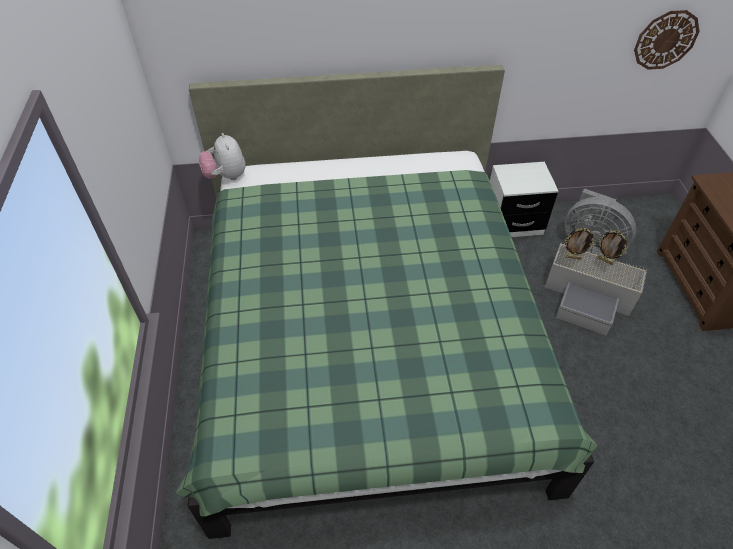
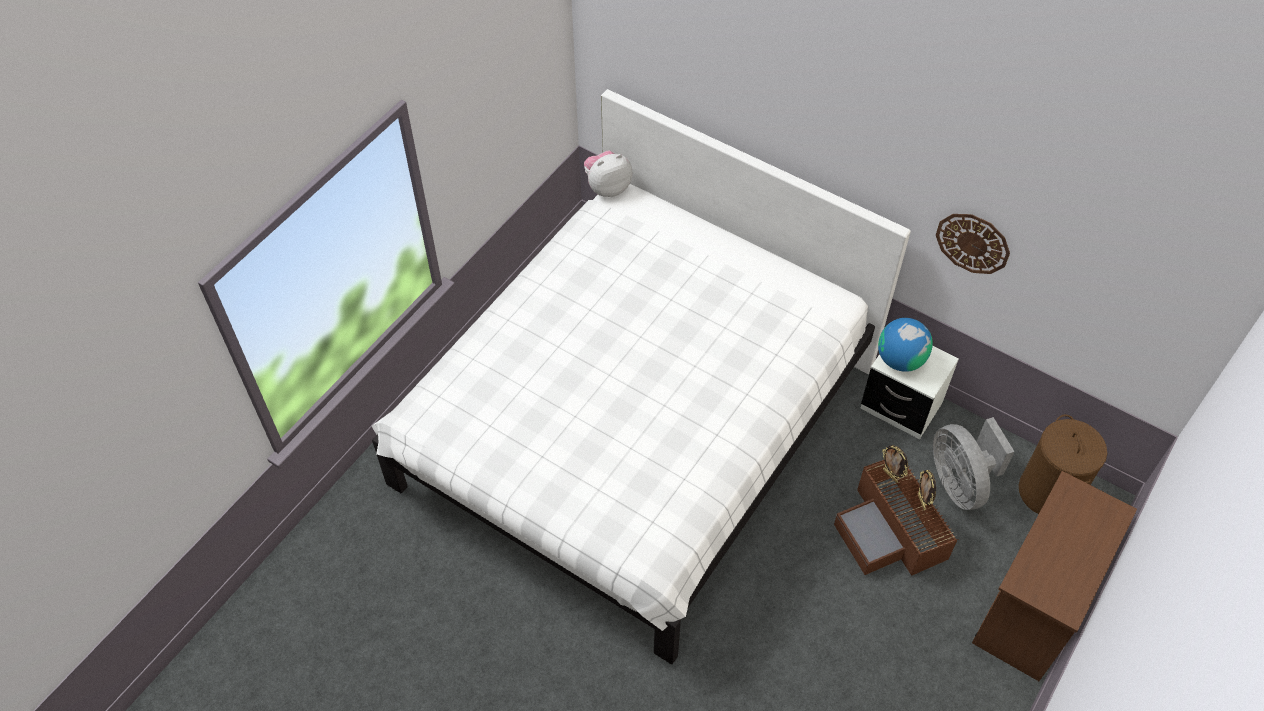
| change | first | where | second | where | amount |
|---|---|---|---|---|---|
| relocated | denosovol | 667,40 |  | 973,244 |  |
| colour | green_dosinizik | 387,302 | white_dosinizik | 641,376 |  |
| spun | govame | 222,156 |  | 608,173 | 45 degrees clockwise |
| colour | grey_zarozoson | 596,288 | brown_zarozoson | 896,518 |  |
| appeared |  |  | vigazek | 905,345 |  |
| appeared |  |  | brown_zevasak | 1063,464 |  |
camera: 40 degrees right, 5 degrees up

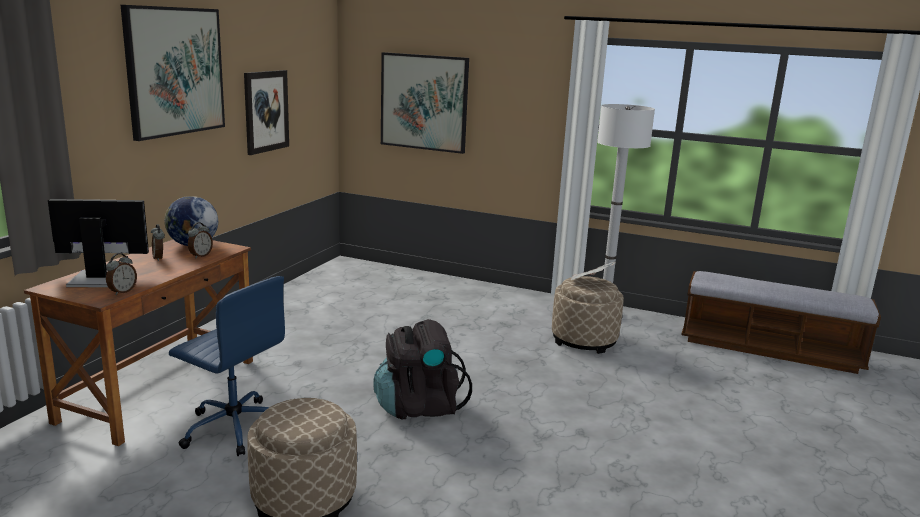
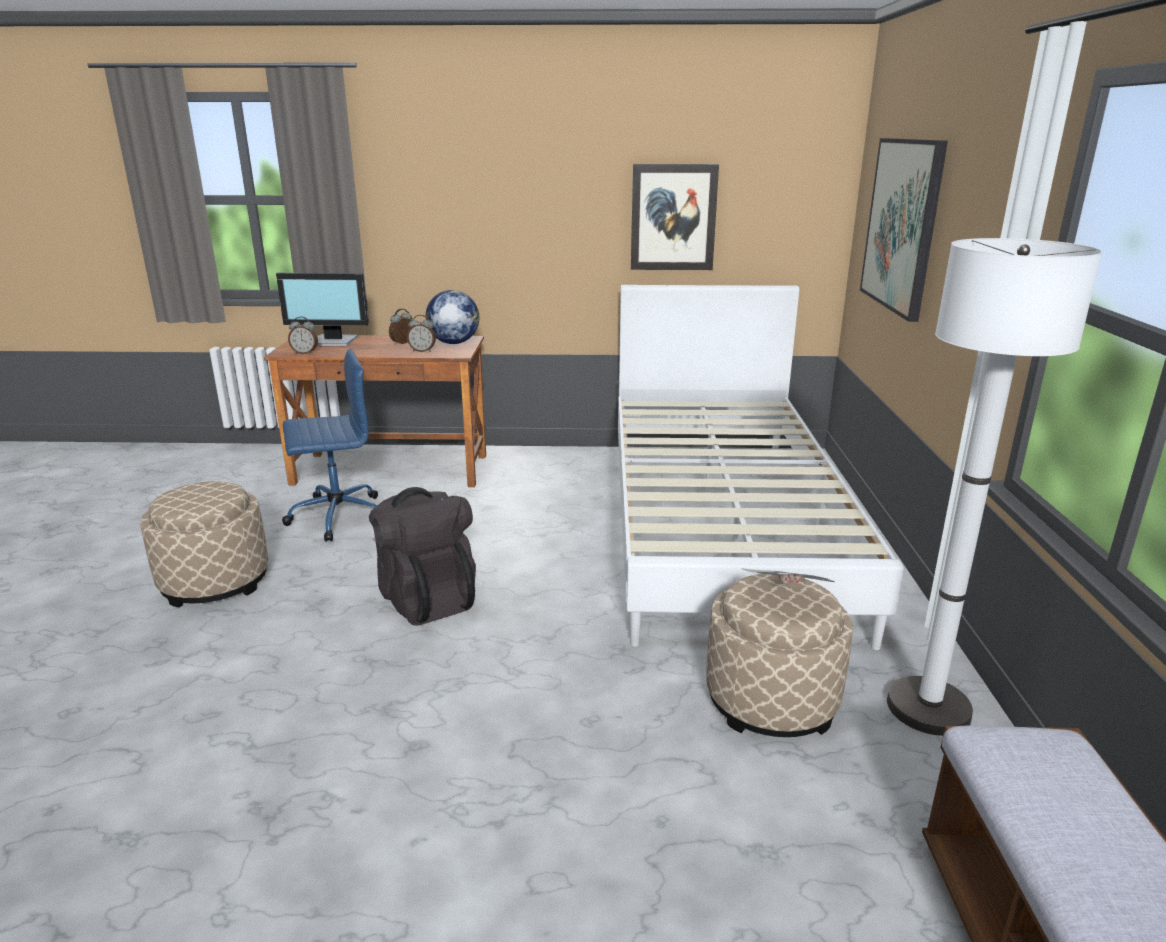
| change | first | where | second | where | amount |
|---|---|---|---|---|---|
| missing | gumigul | 173,73 |  |  |  |
| spun | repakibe | 98,243 |  | 322,309 | 120 degrees clockwise |
| spun | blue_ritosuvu | 227,366 |  | 330,445 | 120 degrees counterclockwise |
| appeared |  |  | white_dosinizik | 761,467 |  |
camera: 70 degrees right, 5 degrees up

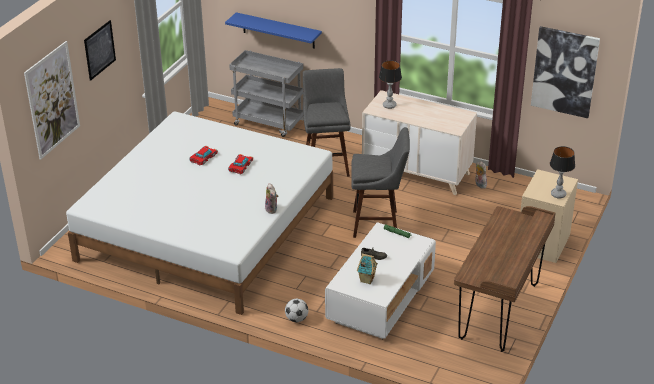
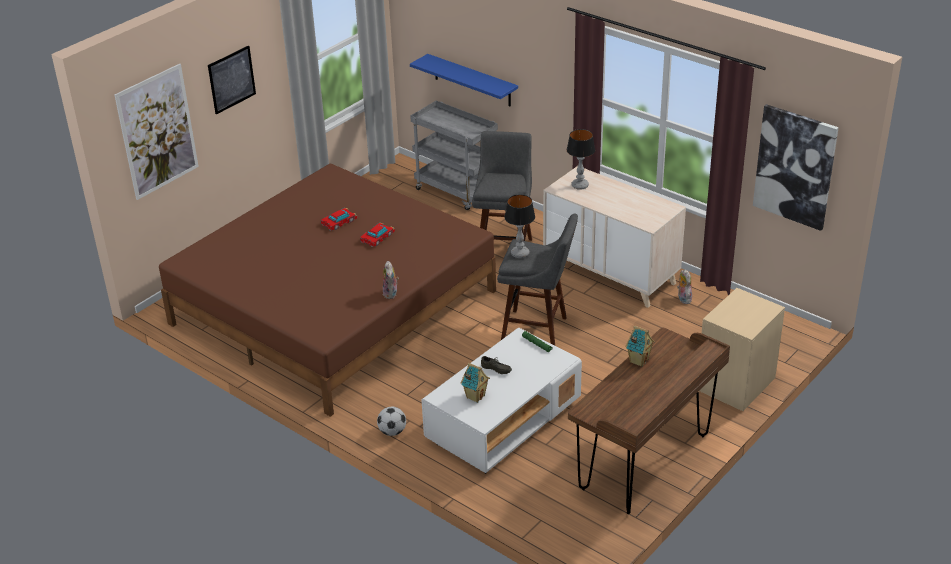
| change | first | where | second | where | amount |
|---|---|---|---|---|---|
| colour | white_dosinizik | 199,213 | brown_dosinizik | 327,290 |  |
| relocated | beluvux | 562,172 |  | 519,226 |  |
| appeared |  |  | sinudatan | 640,346 |  |
camera: 15 degrees right, 0 degrees up

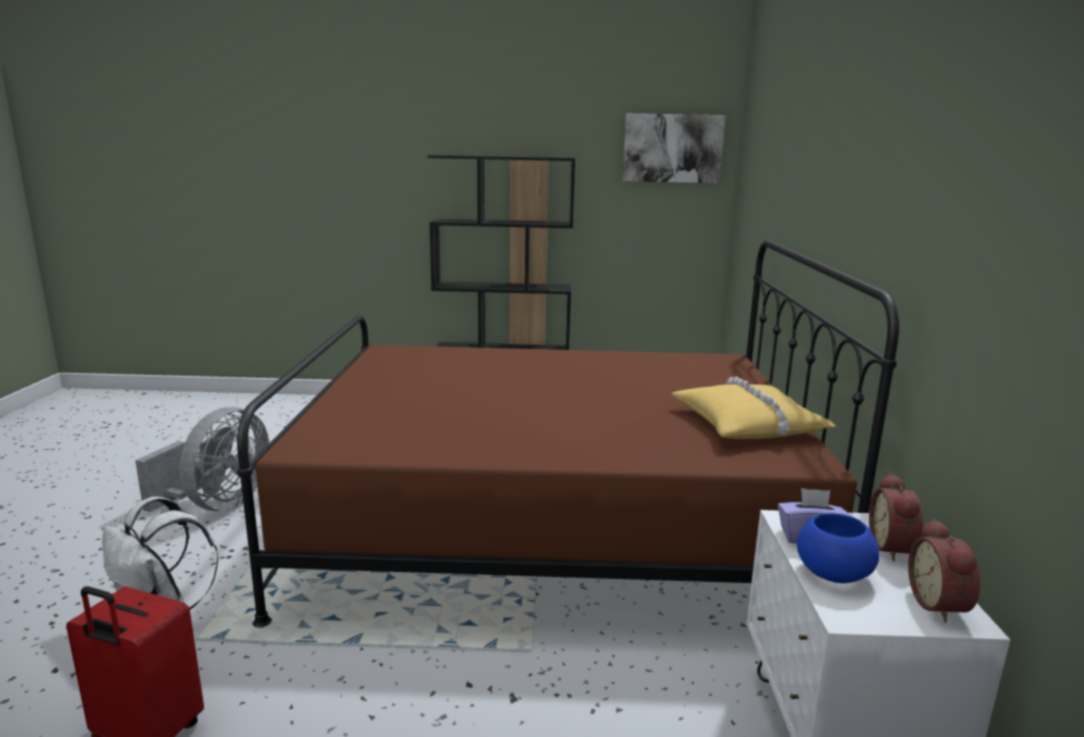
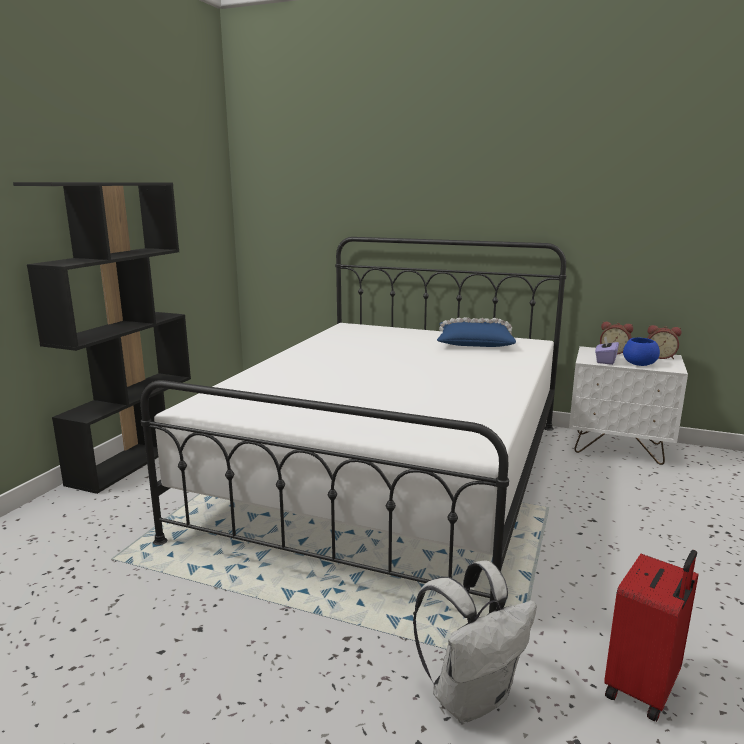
| change | first | where | second | where | amount |
|---|---|---|---|---|---|
| missing | gumigul | 674,148 |  |  |  |
| colour | brown_dosinizik | 568,434 | white_dosinizik | 353,425 |  |
| colour | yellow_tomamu | 754,408 | blue_tomamu | 476,332 |  |
| missing | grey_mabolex | 202,459 |  |  |  |
camera: 70 degrees left, 0 degrees up

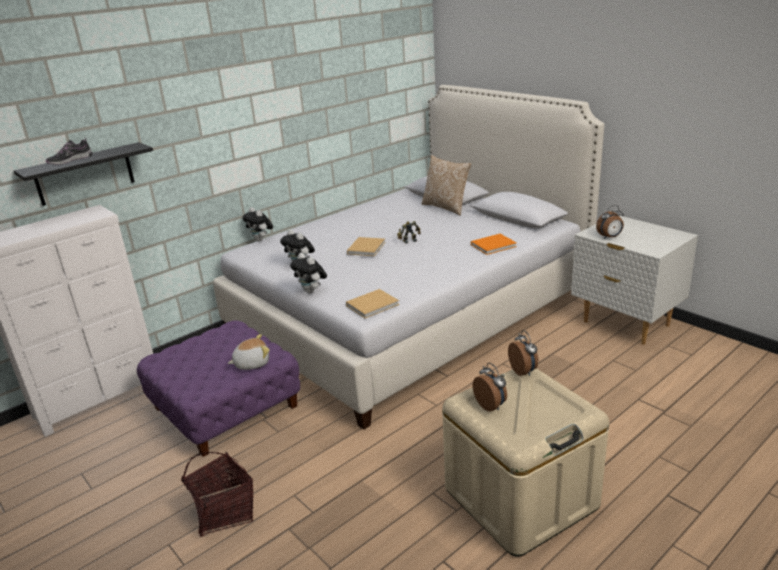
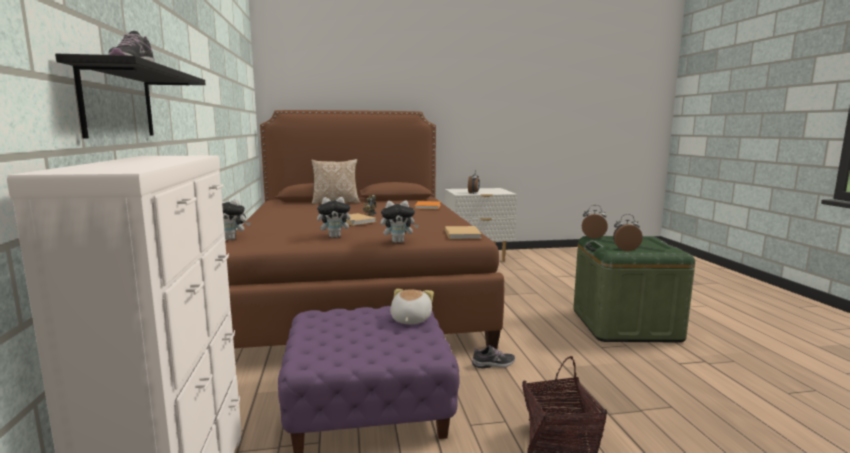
| change | first | where | second | where | amount |
|---|---|---|---|---|---|
| colour | white_dosinizik | 408,257 | brown_dosinizik | 364,229 |  |
| colour | beige_zarozoson | 525,462 | green_zarozoson | 634,289 |  |
| appeared |  |  | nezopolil | 493,357 |  |
camera: 60 degrees left, 15 degrees down

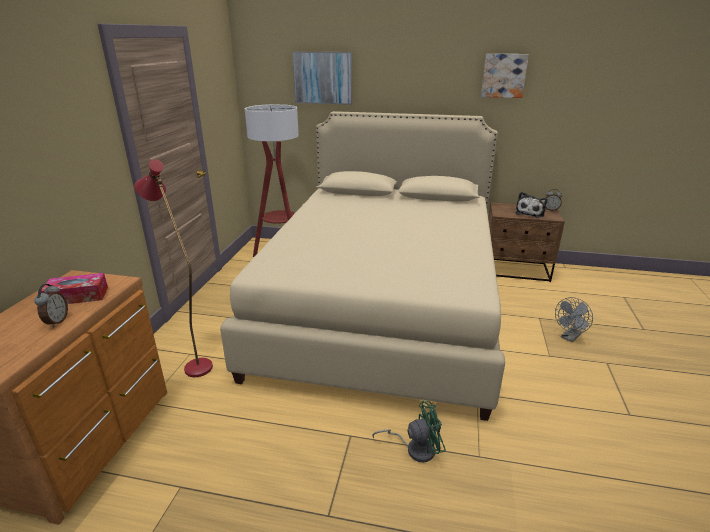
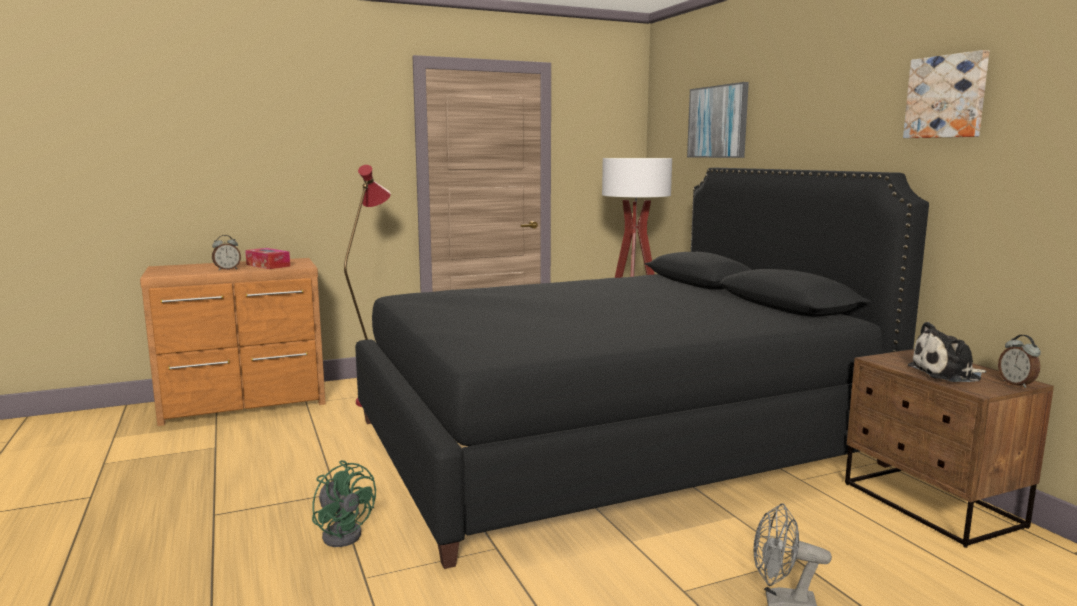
| change | first | where | second | where | amount |
|---|---|---|---|---|---|
| colour | beige_dosinizik | 362,266 | black_dosinizik | 642,368 |  |
camera: 55 degrees right, 15 degrees down

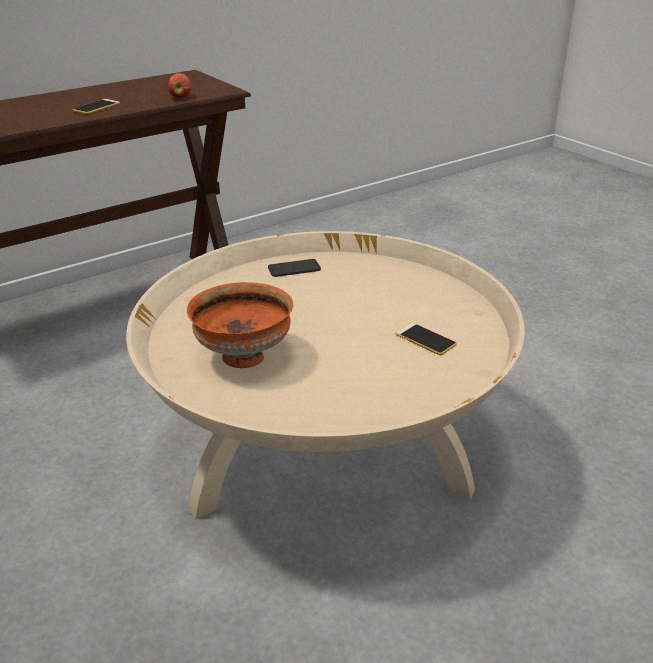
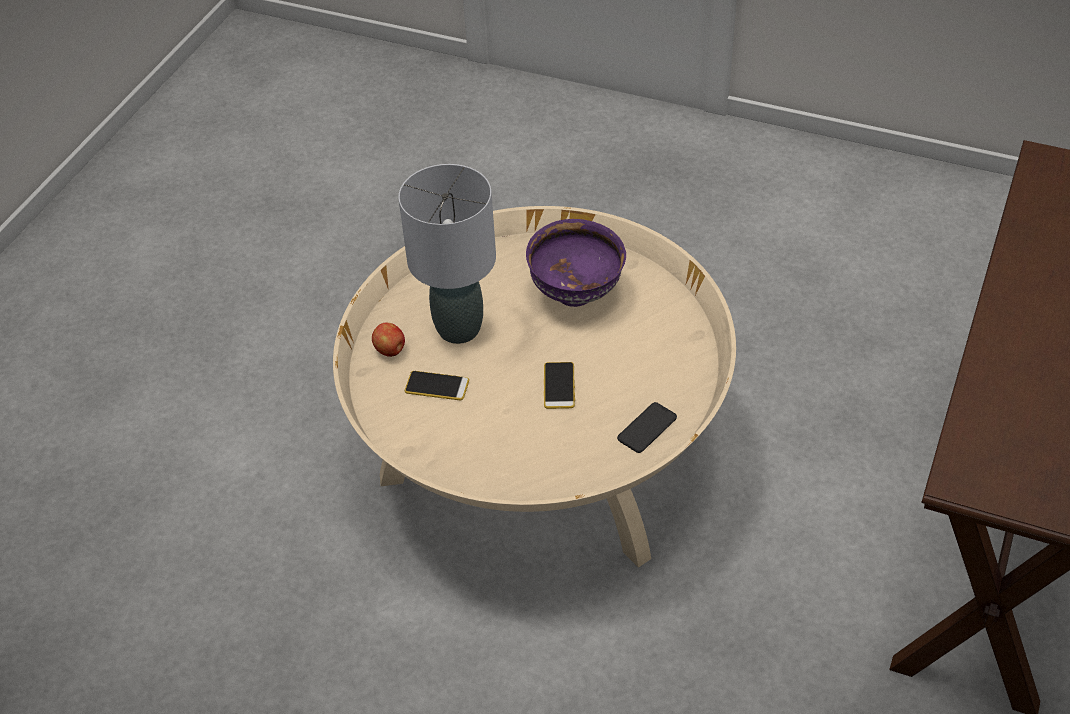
| change | first | where | second | where | amount |
|---|---|---|---|---|---|
| relocated | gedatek | 179,85 |  | 388,340 |  |
| relocated | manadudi | 96,106 |  | 559,385 |  |
| colour | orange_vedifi | 240,325 | purple_vedifi | 576,263 |  |
| appeared |  |  | grey_beluvux | 447,254 |  |
camera: 150 degrees right, 15 degrees up

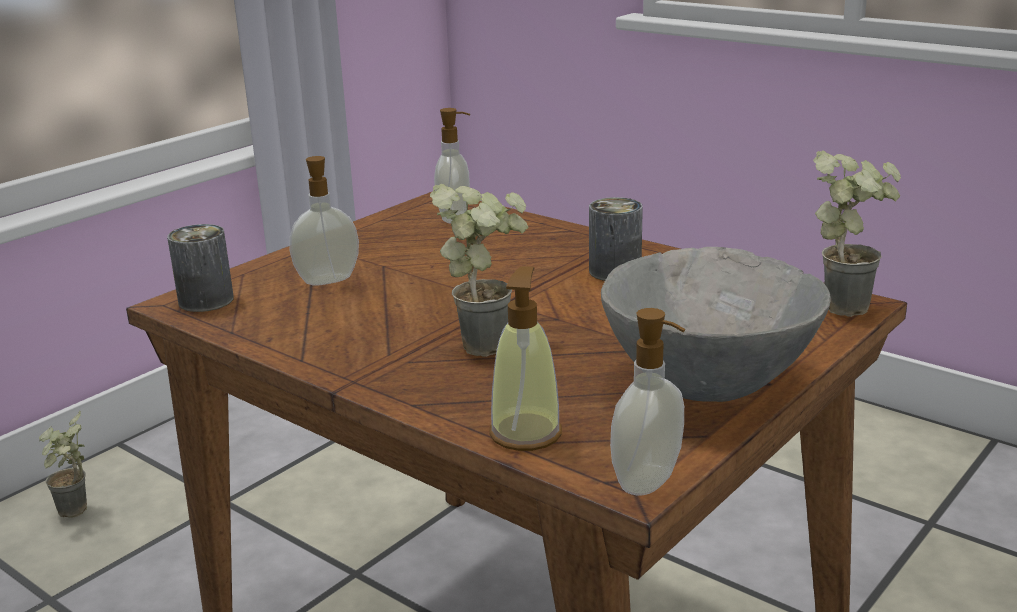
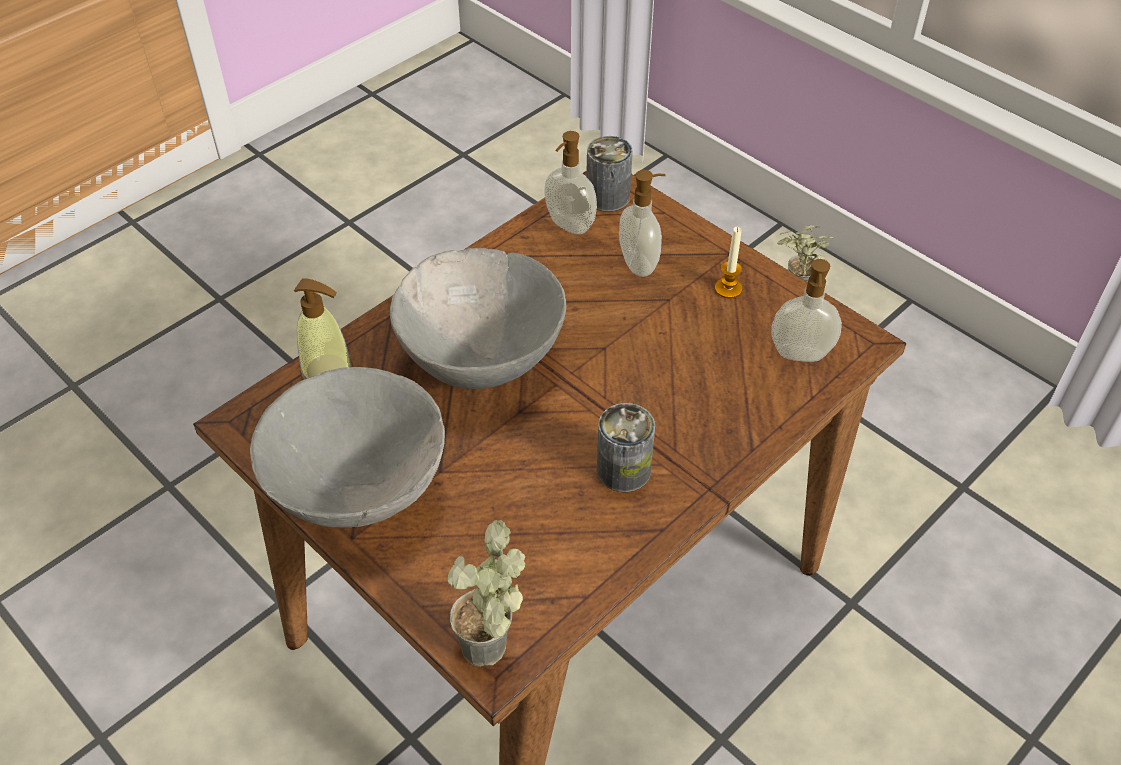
| change | first | where | second | where | amount |
|---|---|---|---|---|---|
| exchanged | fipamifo | 479,270 | grey_vedifi | 478,318 |  |
| relocated | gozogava | 647,402 |  | 570,182 |  |
| appeared |  |  | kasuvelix | 728,263 |  |
camera: 95 degrees right, 25 degrees up

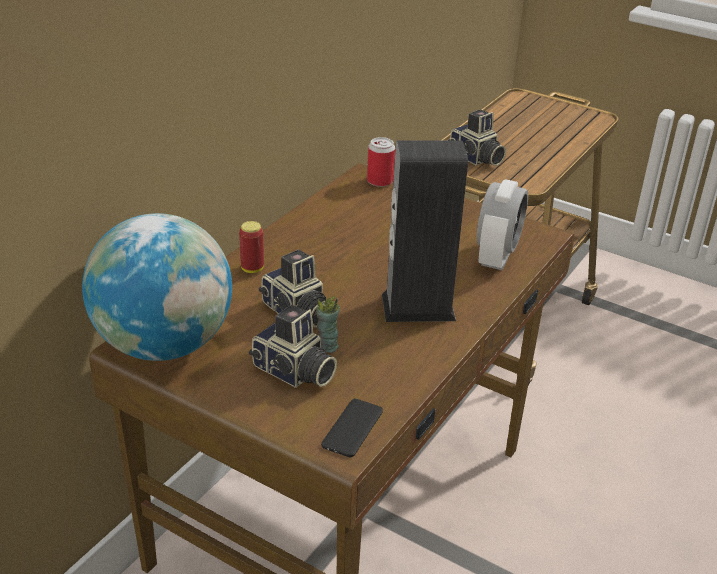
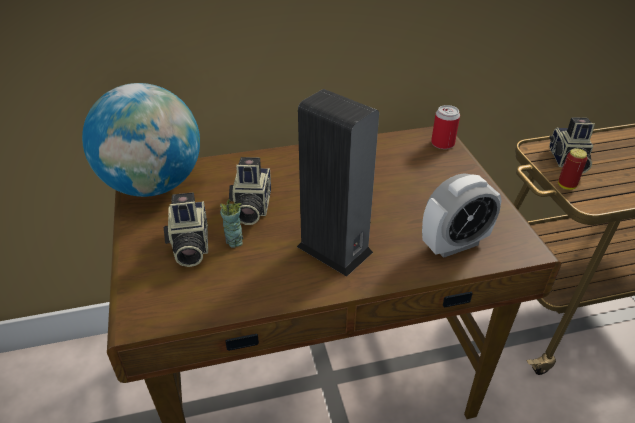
| change | first | where | second | where | amount |
|---|---|---|---|---|---|
| relocated | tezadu | 251,247 |  | 572,169 |  |
| missing | manadudi | 352,427 |  |  |  |
camera: 45 degrees right, 5 degrees up

